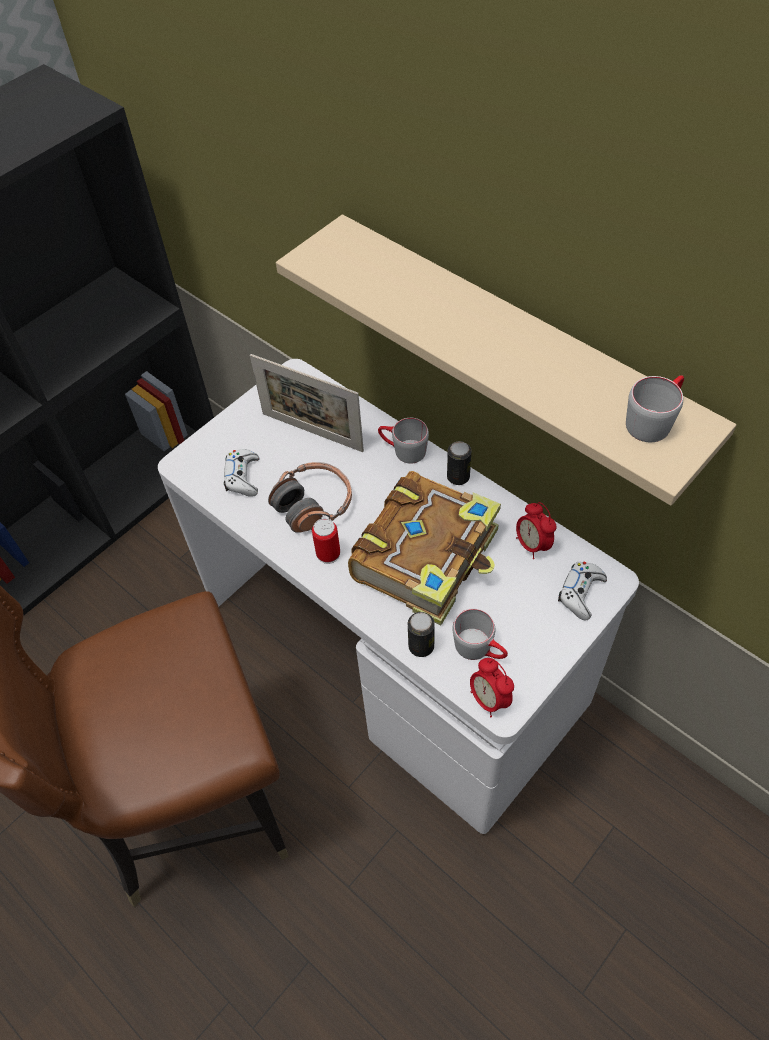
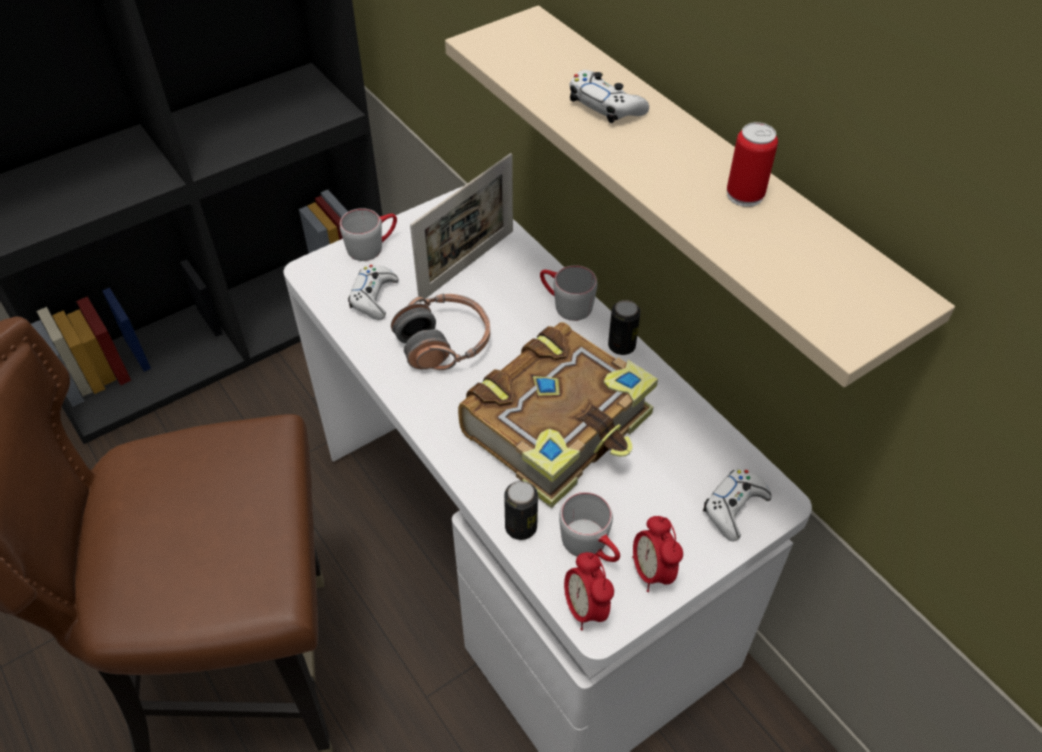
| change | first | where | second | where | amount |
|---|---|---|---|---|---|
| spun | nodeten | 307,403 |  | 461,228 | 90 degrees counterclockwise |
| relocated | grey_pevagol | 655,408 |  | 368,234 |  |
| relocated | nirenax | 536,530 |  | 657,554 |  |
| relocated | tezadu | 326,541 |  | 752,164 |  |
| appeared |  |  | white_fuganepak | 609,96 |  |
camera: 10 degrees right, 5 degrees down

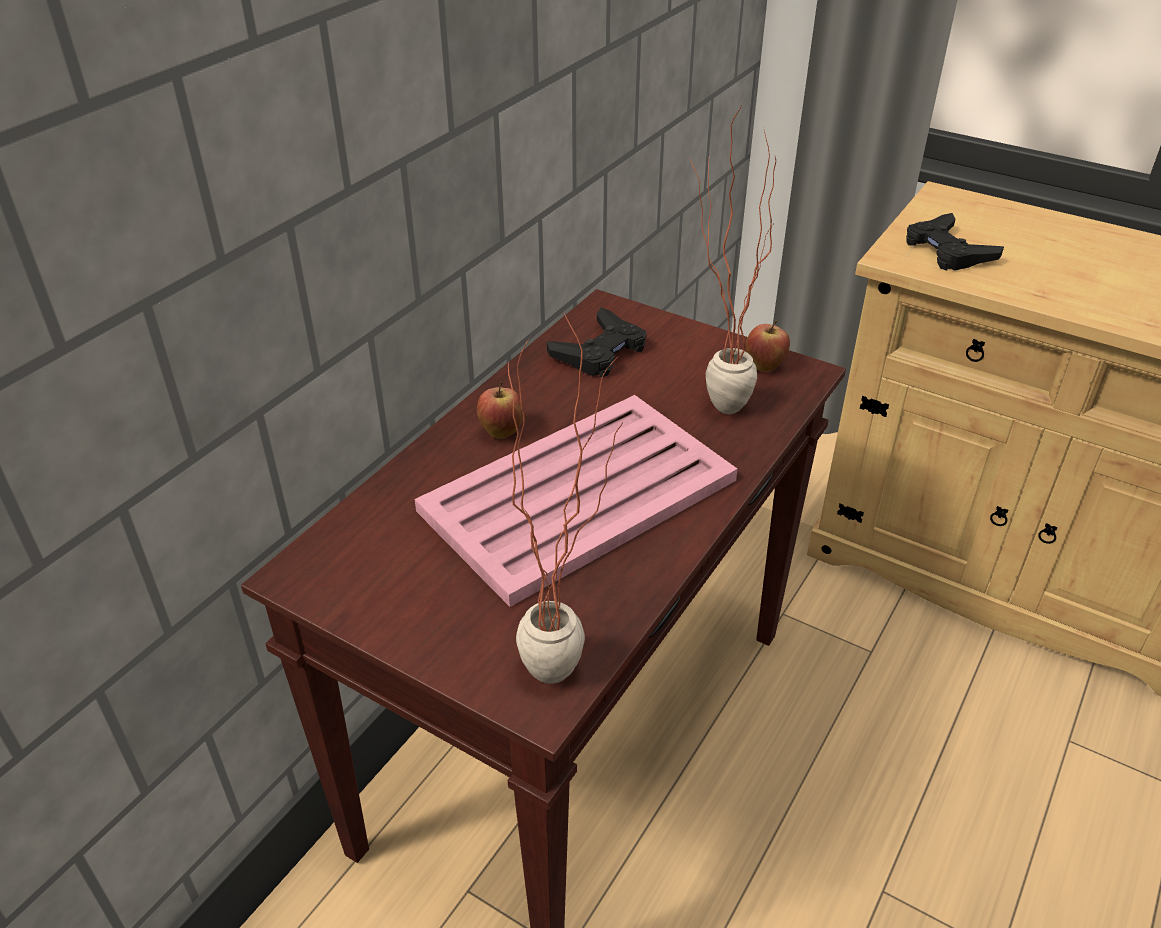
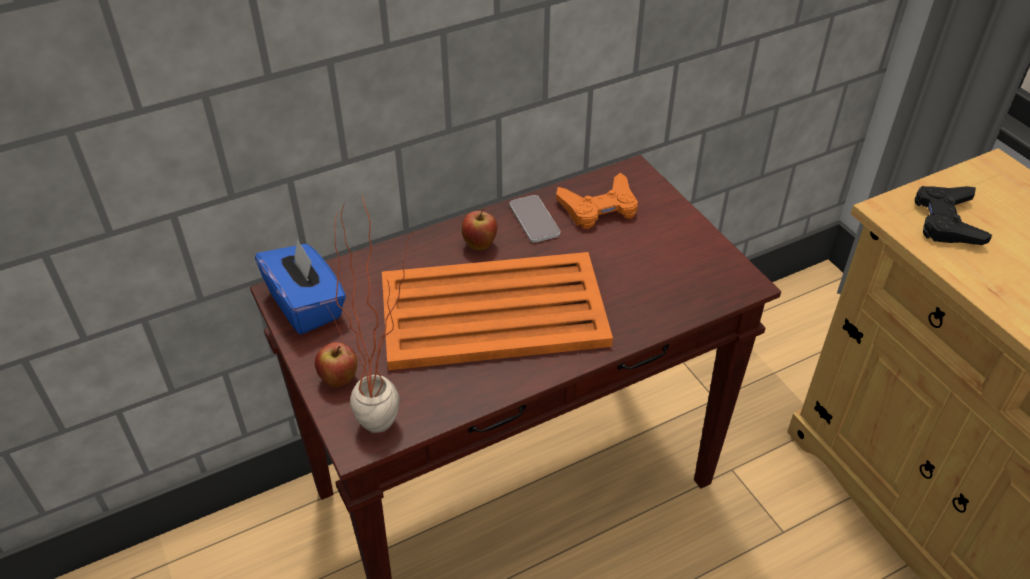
| change | first | where | second | where | amount |
|---|---|---|---|---|---|
| missing | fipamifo | 733,260 |  |  |  |
| colour | black_fuganepak | 597,342 | orange_fuganepak | 597,201 |  |
| relocated | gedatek | 768,345 |  | 336,364 |  |
| colour | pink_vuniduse | 576,501 | orange_vuniduse | 497,311 |  |
| appeared |  |  | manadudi | 535,219 |  |
| appeared |  |  | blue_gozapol | 300,287 |  |
camera: 30 degrees right, 5 degrees up

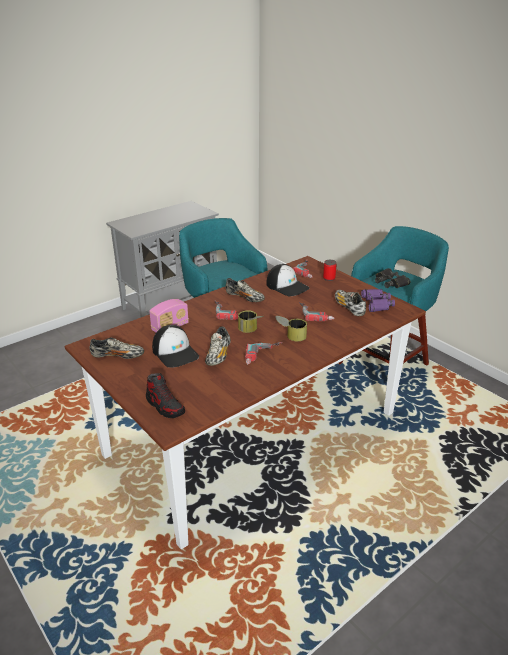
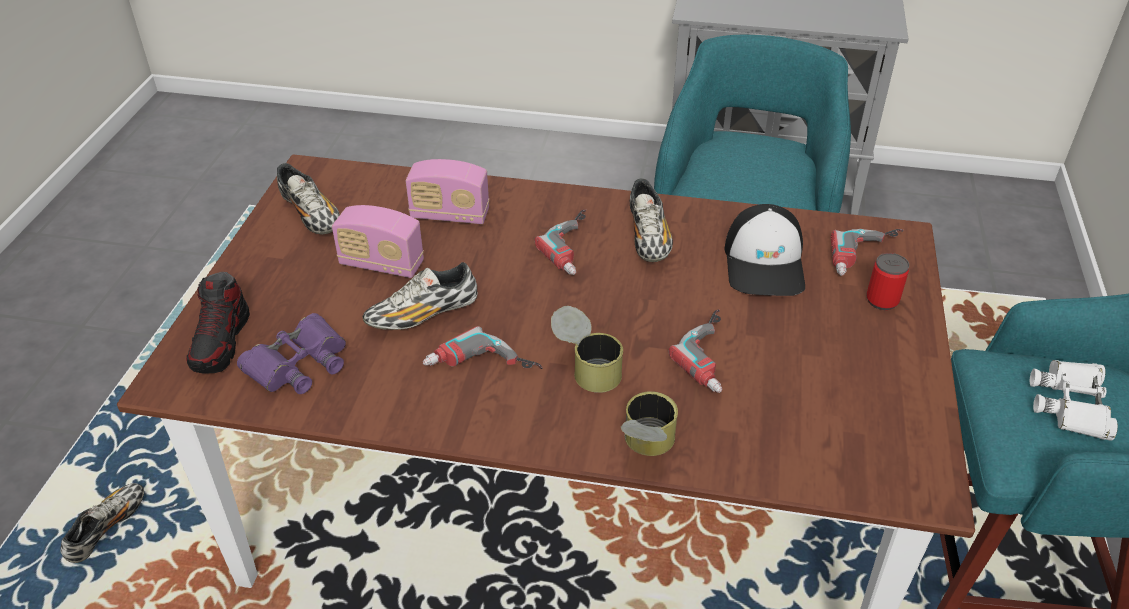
| change | first | where | second | where | amount |
|---|---|---|---|---|---|
| colour | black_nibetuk | 392,278 | white_nibetuk | 1074,400 |  |
| relocated | purple_nibetuk | 378,300 |  | 291,353 |  |
| relocated | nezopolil | 350,303 |  | 102,523 |  |
| relocated | tezadu | 251,321 |  | 649,423 |  |
| exchanged | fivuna | 175,346 | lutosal | 378,241 |  |
camera: 50 degrees right, 10 degrees up

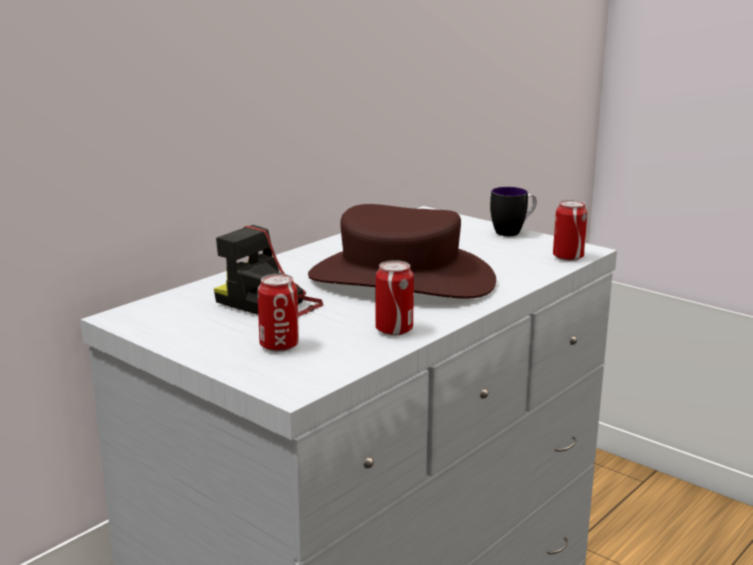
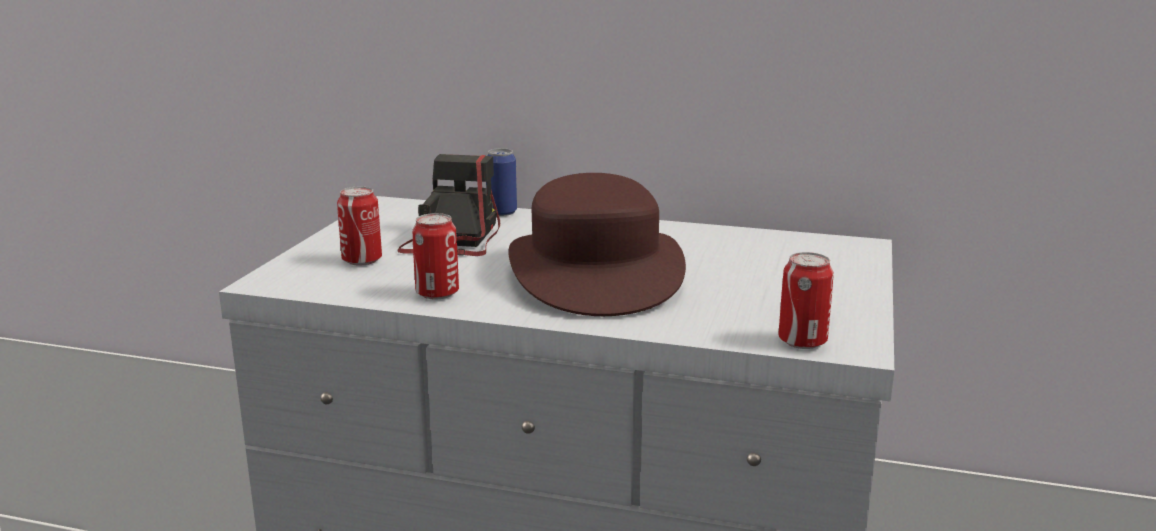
| change | first | where | second | where | amount |
|---|---|---|---|---|---|
| missing | pevagol | 513,211 |  |  |  |
| appeared |  |  | tezadu | 501,182 |  |
camera: 65 degrees right, 0 degrees up

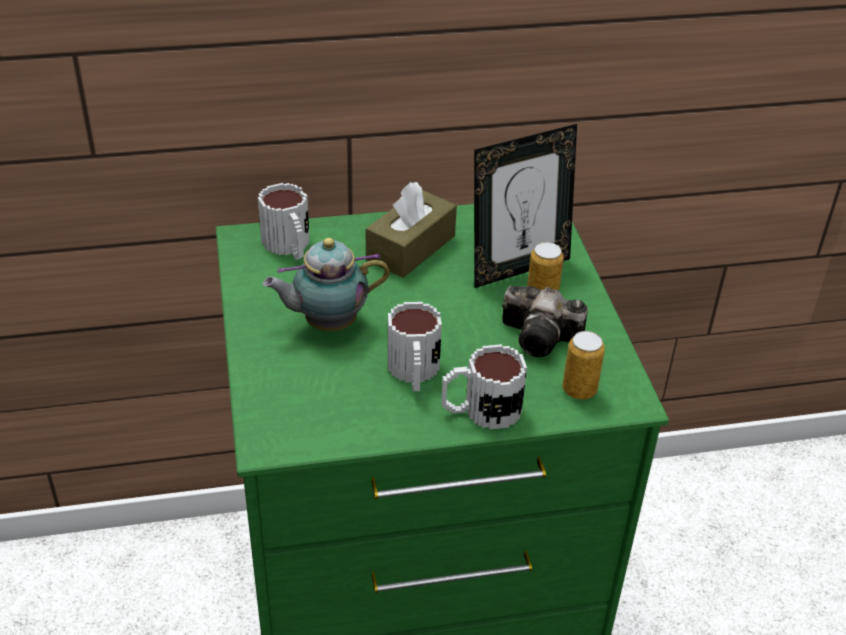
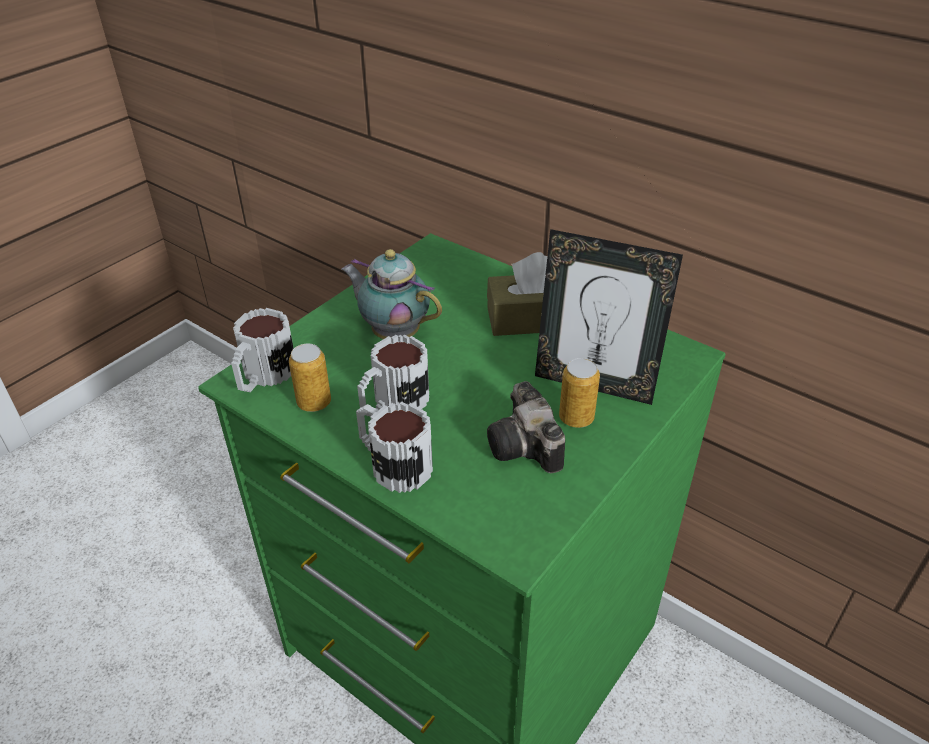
| change | first | where | second | where | amount |
|---|---|---|---|---|---|
| relocated | pevagol | 283,221 |  | 262,350 |  |
| relocated | tezadu | 583,365 |  | 310,378 |  |
camera: 50 degrees right, 0 degrees up

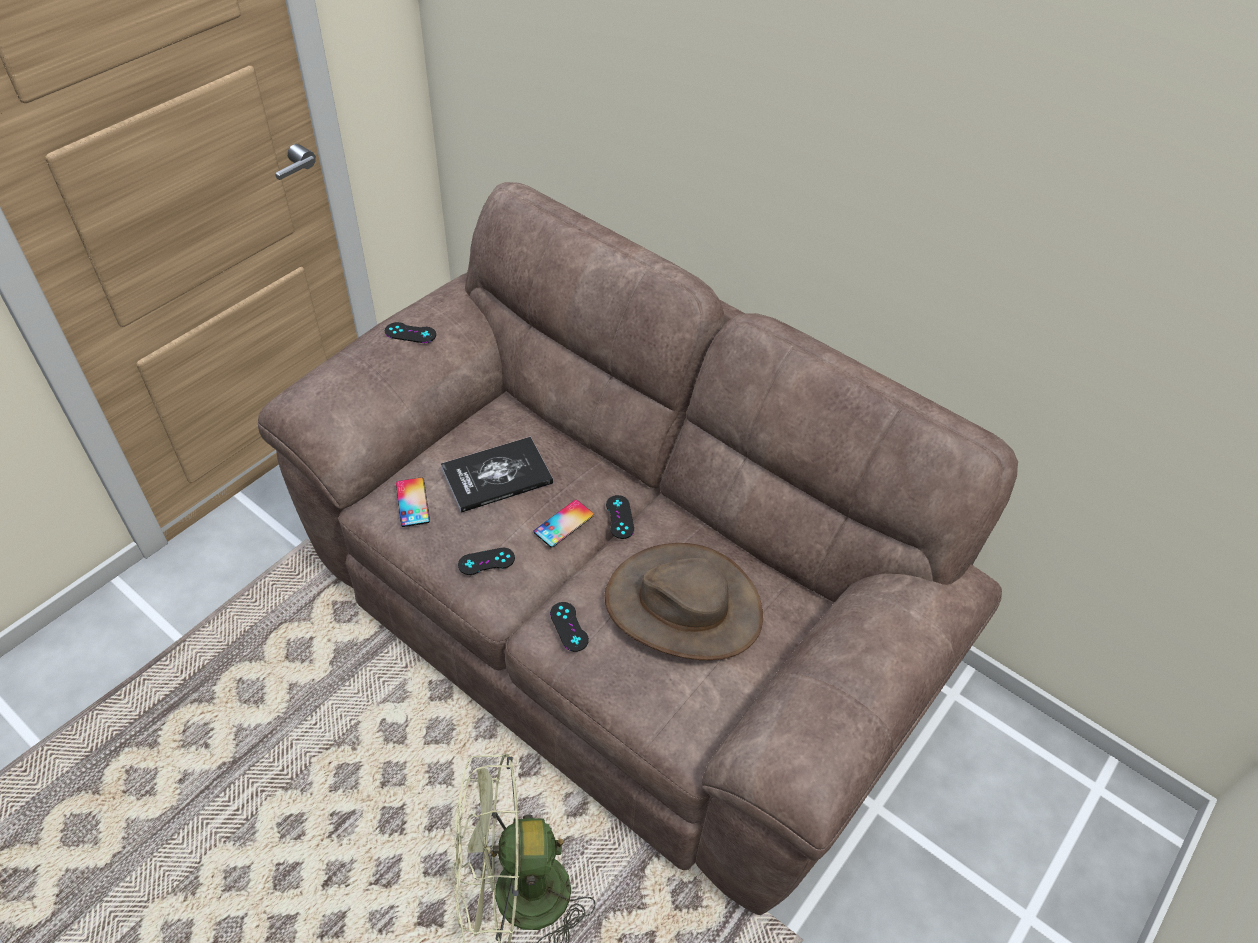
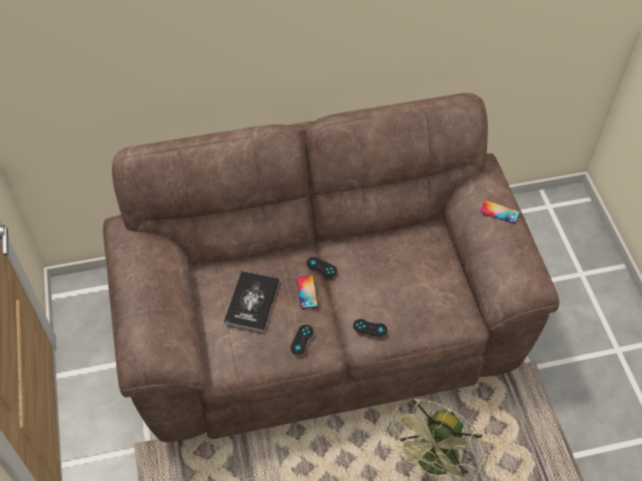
| change | first | where | second | where | amount |
|---|---|---|---|---|---|
| missing | black_fuganepak | 410,332 |  |  |  |
| relocated | manadudi | 413,502 |  | 500,212 |  |
| missing | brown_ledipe | 684,601 |  |  |  |
camera: 50 degrees left, 5 degrees up

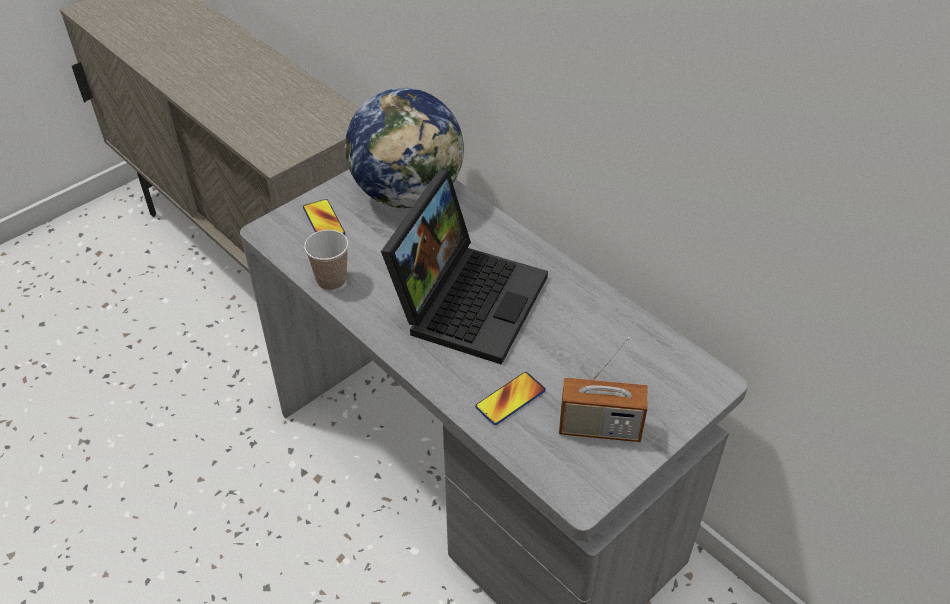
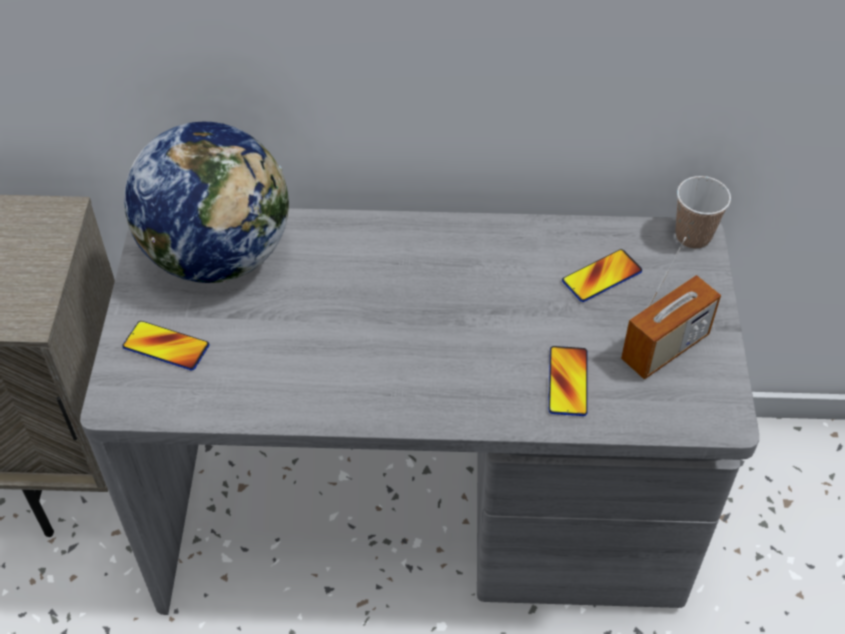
| change | first | where | second | where | amount |
|---|---|---|---|---|---|
| missing | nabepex | 464,267 |  |  |  |
| relocated | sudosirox | 326,260 |  | 703,212 |  |
| appeared |  |  | manadudi | 602,275 |  |
camera: 45 degrees left, 5 degrees up

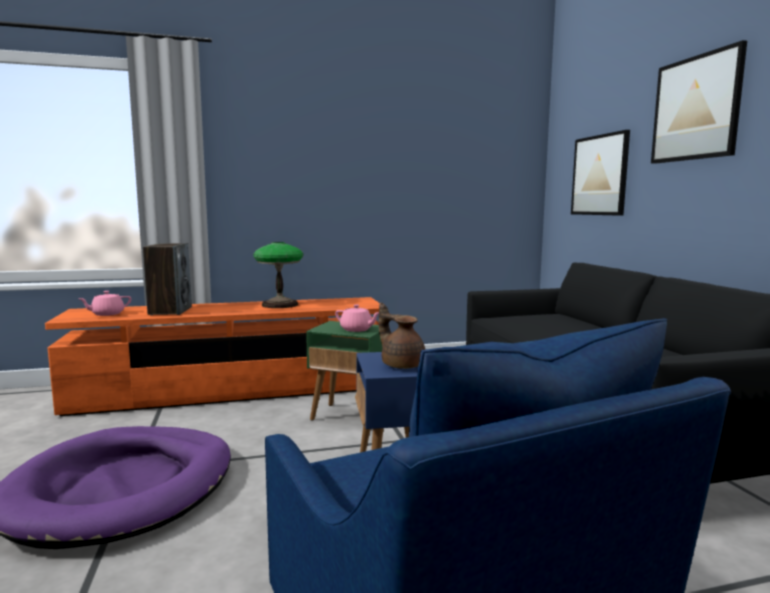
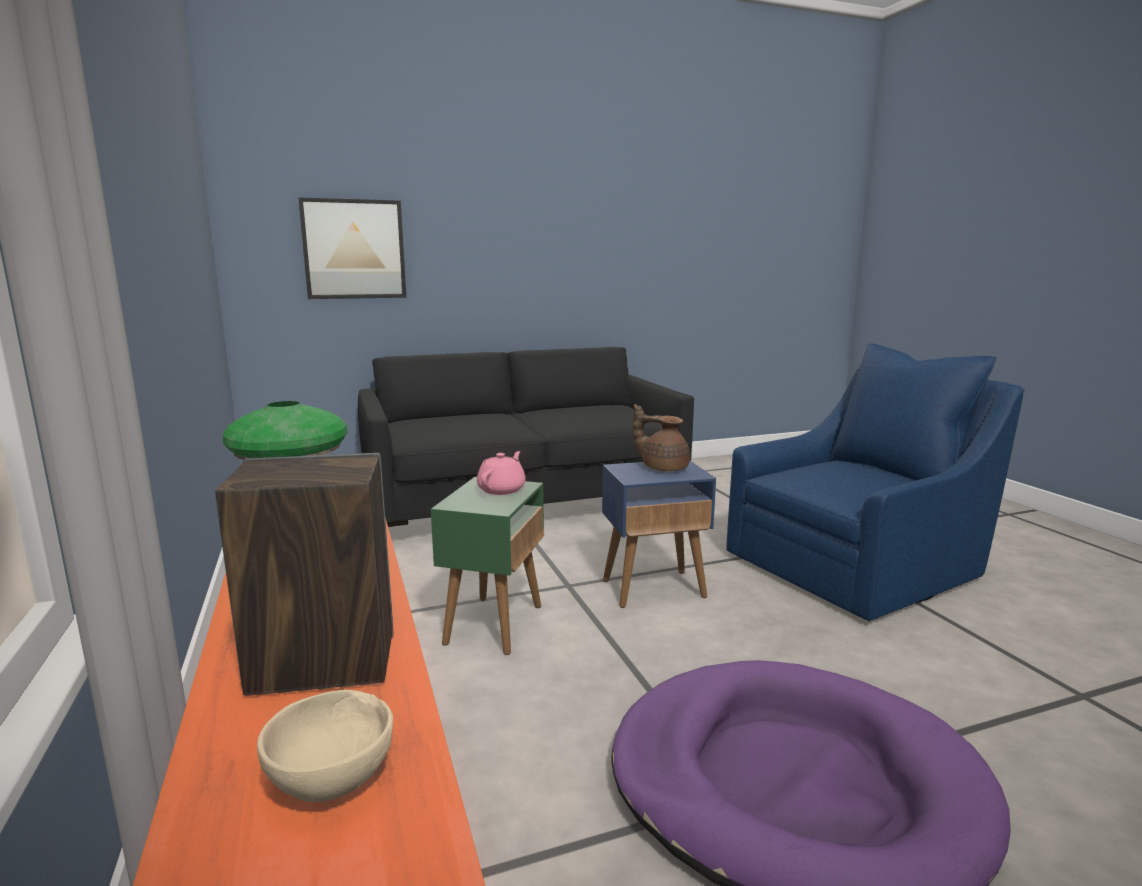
| change | first | where | second | where | amount |
|---|---|---|---|---|---|
| missing | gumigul | 699,102 |  |  |  |
| exchanged | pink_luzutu | 104,303 | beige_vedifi | 325,746 |  |
| spun | brown_luzutu | 402,335 |  | 661,437 | 75 degrees clockwise |
camera: 95 degrees left, 5 degrees up

